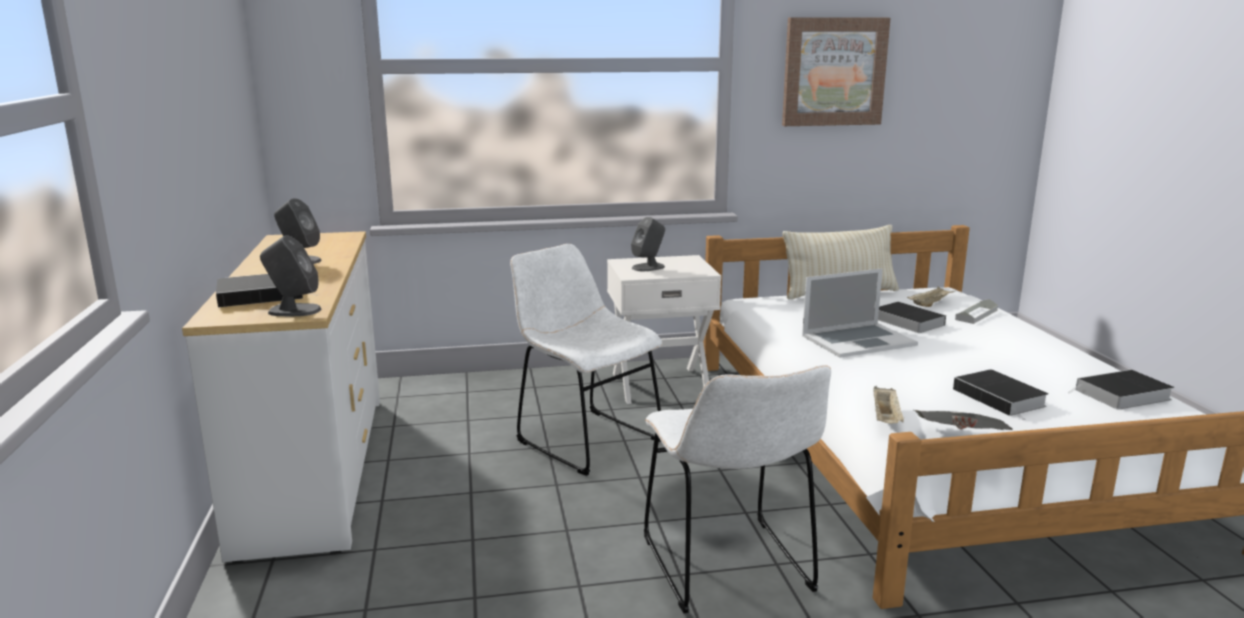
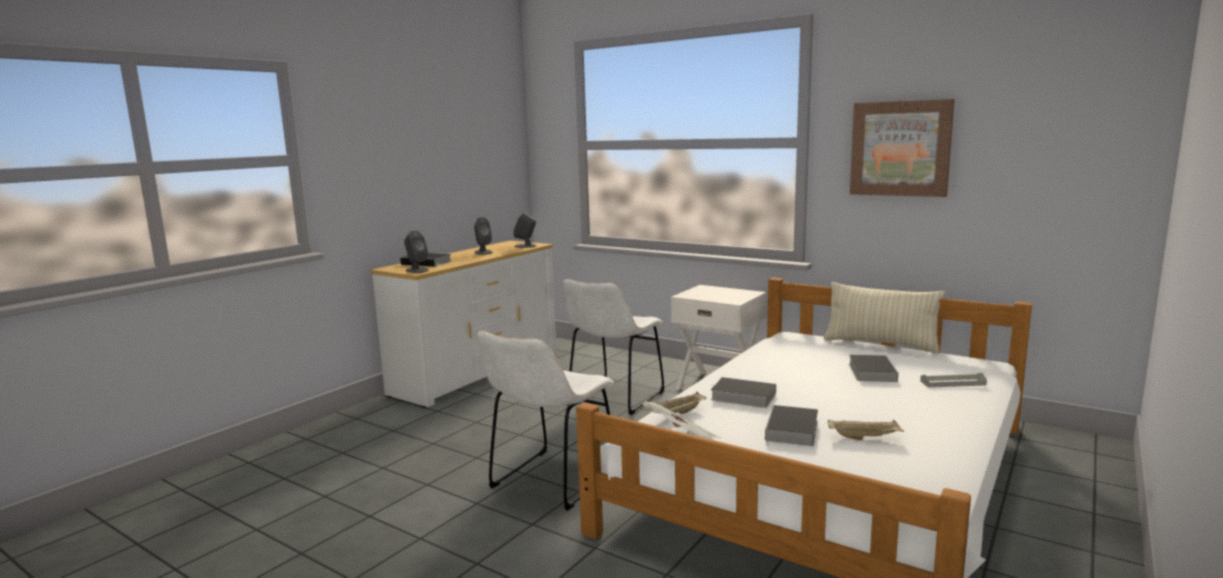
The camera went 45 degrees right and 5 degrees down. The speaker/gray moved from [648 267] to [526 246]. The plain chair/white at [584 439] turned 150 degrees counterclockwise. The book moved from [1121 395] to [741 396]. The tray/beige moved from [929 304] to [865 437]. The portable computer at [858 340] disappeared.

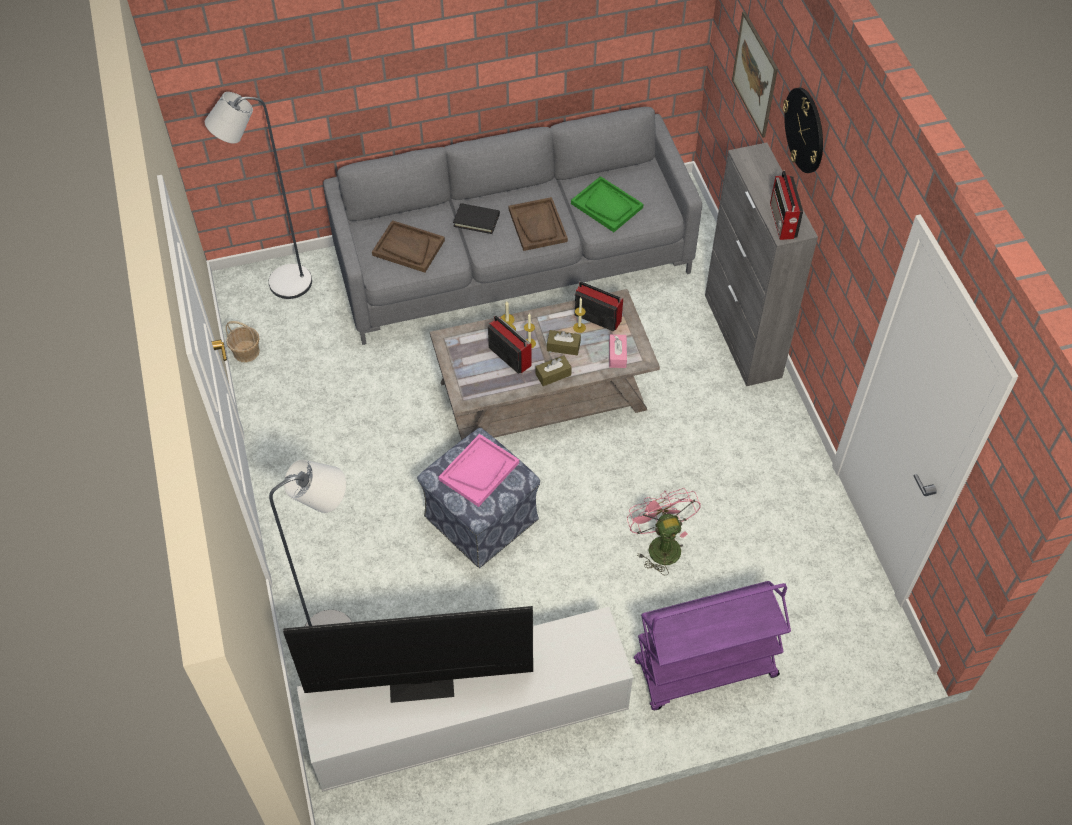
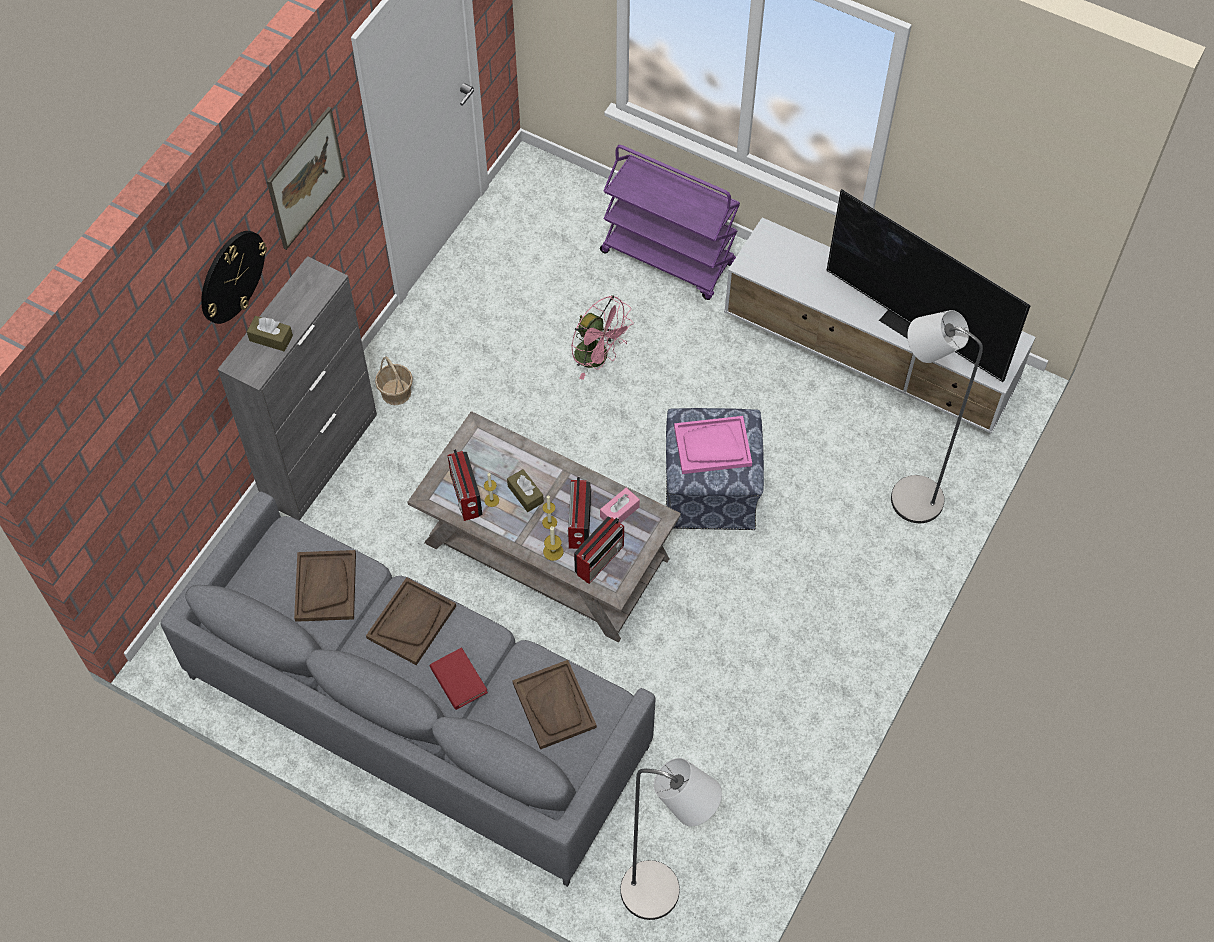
The camera went 135 degrees left and 5 degrees up. The box of tissues/brown moved from [553 374] to [271 338]. The wall picture moved from [755 74] to [305 178]. The tray/green-coloured at [607 205] became the tray/brown at [325 586]. The storage basket moved from [246 352] to [396 392]. The book/black-coloured at [476 220] became the book/reddish at [458 680]. The fan/pink at [660 544] turned 75 degrees counterclockwise. The radio set moved from [783 221] to [600 558]. The box of tissues/pink moved from [617 355] to [619 512].

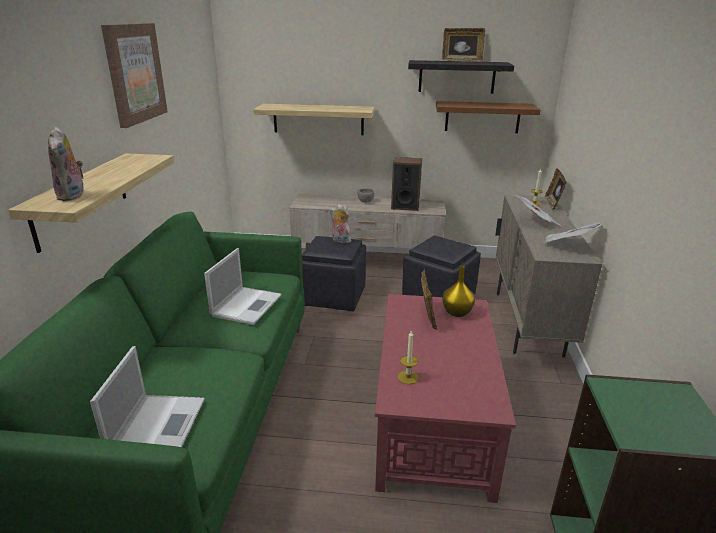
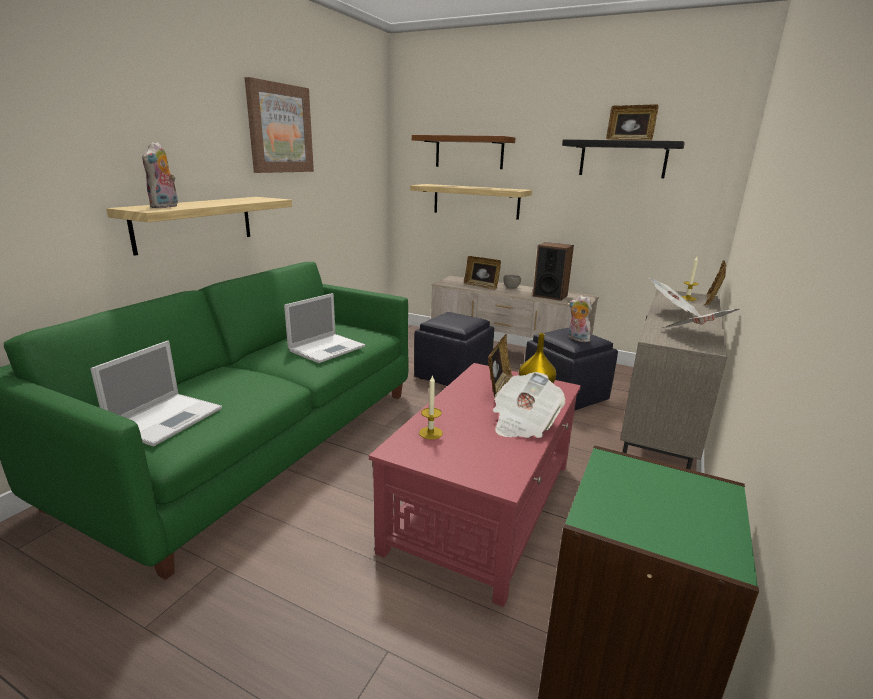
The camera went 20 degrees right and 5 degrees down. The bracket shelf/brown moved from [482 117] to [469 152]. The picture frame at [481 286] appeared. The newspaper at [523 423] appeared. The plush toy moved from [340 241] to [577 339].

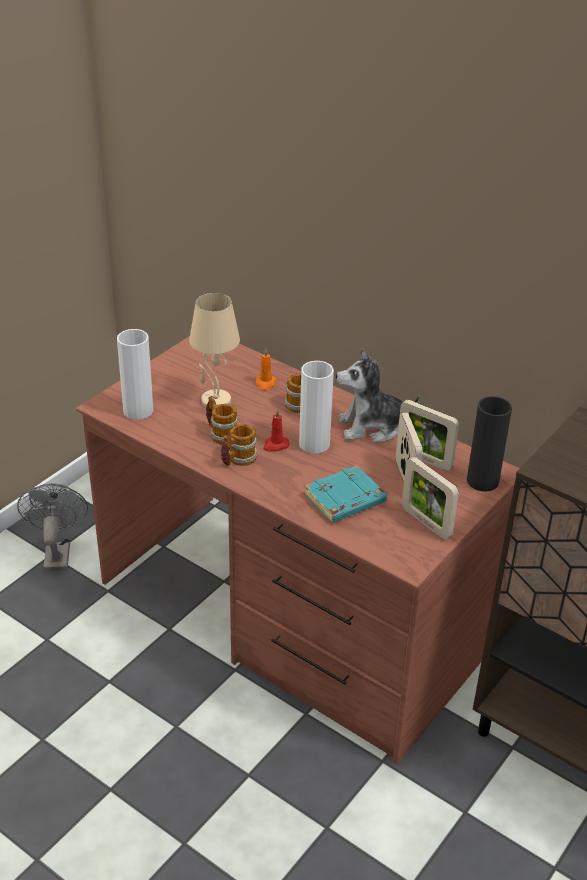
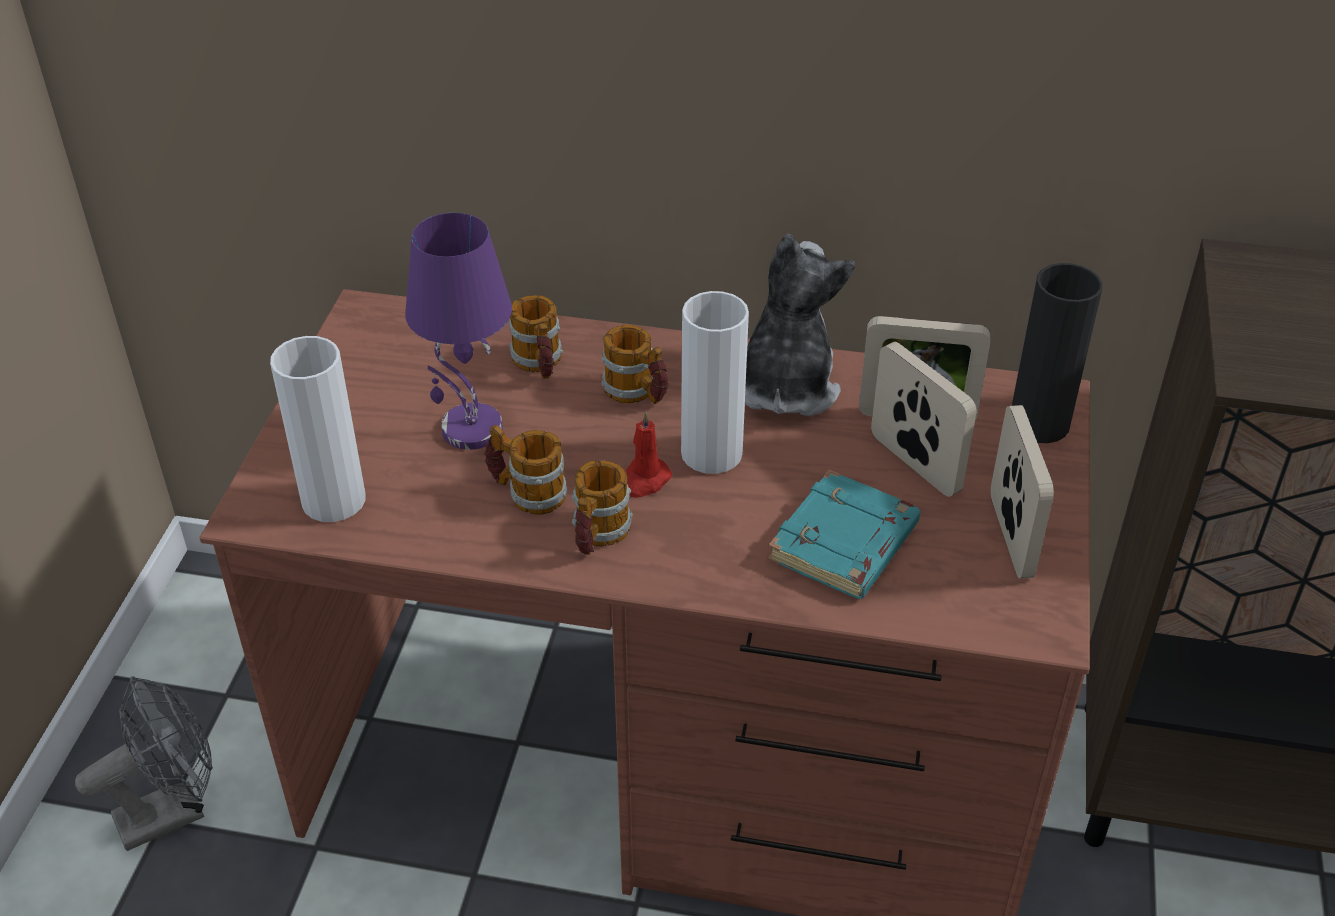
The camera went 25 degrees left and 5 degrees up. The fan/gray at [57 553] turned 90 degrees clockwise. The tabletop lamp/beige at [215 401] became the tabletop lamp/purple at [470 430]. The candle/orange-coloured at [265 383] was replaced by the tea mug at [539 364]. The plush toy at [372 427] turned 135 degrees clockwise. The picture frame at [426 523] turned 120 degrees counterclockwise.

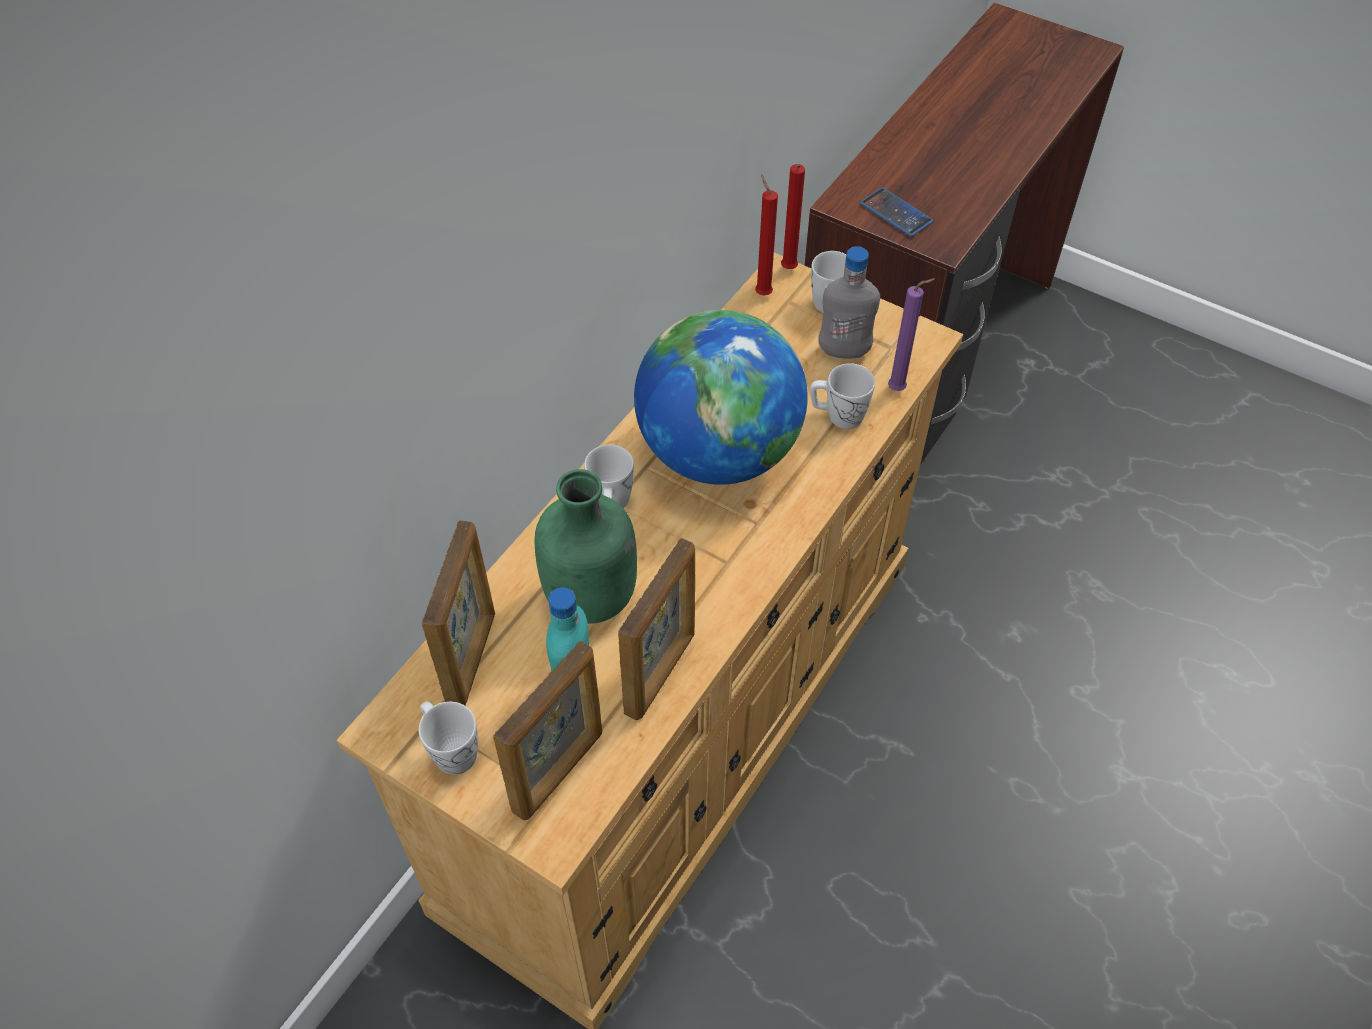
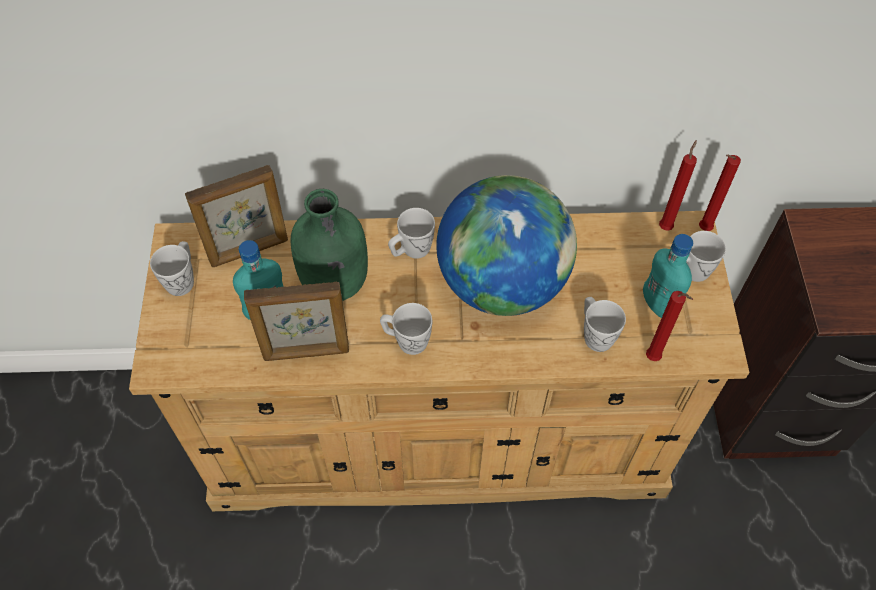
The camera went 55 degrees right and 5 degrees up. The tea mug/white at [406 340] appeared. The drink bottle/gray at [844 351] became the drink bottle/blue-green at [658 305]. The candle/purple at [899 389] became the candle/reddish at [654 359]. The picture frame at [559 771] disappeared. The phone at [896 213] disappeared.

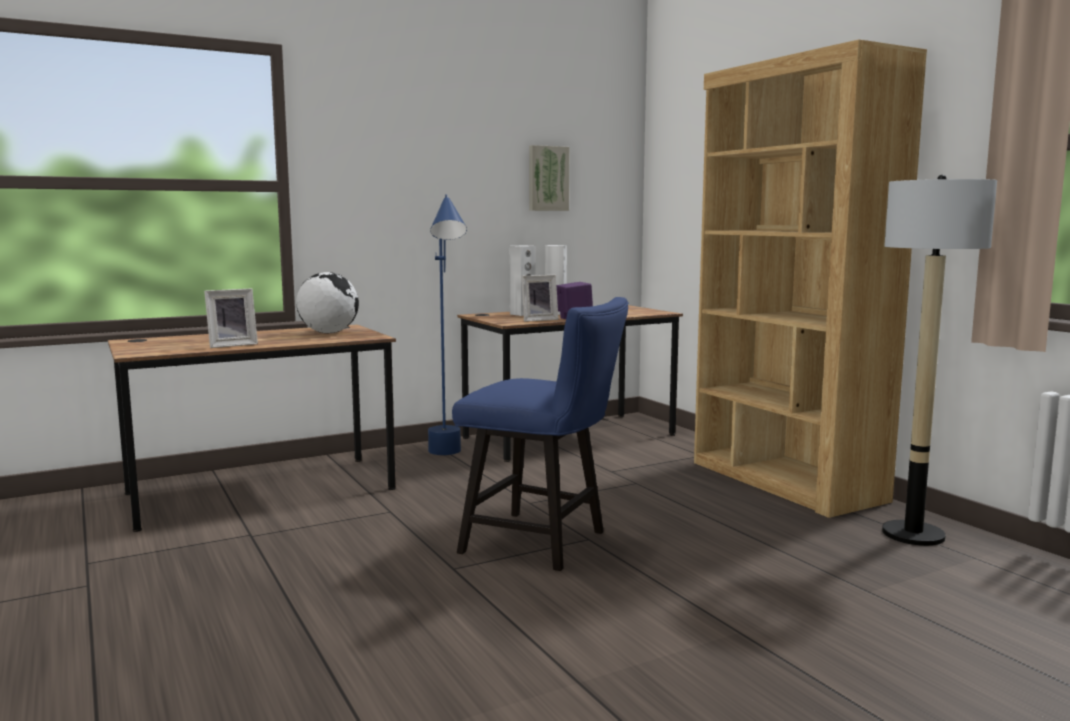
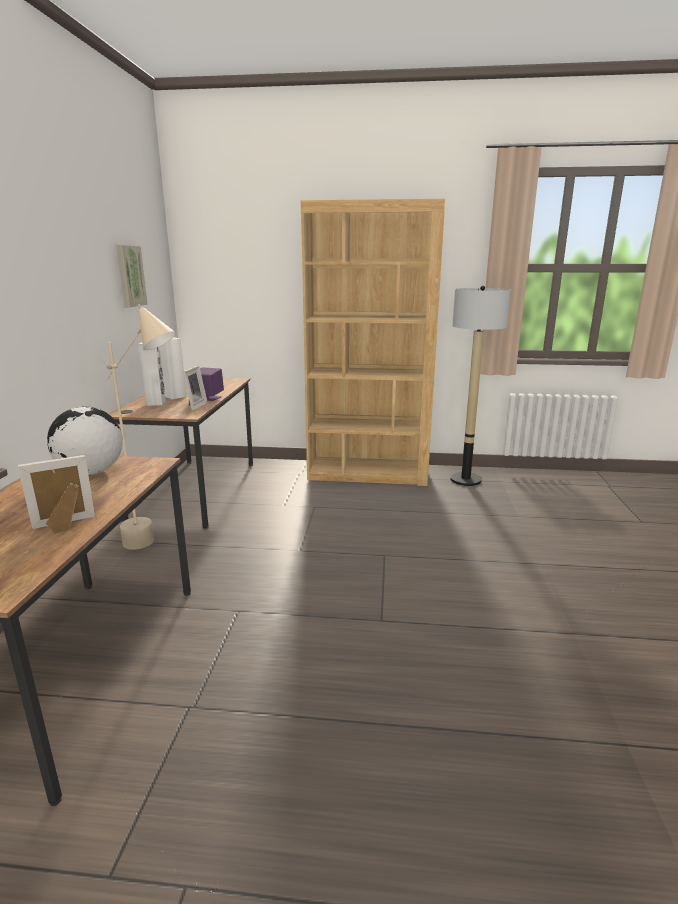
The camera went 55 degrees left and 10 degrees up. The picture frame at [232 345] turned 120 degrees counterclockwise. The standing lamp/blue at [448 458] became the standing lamp/beige at [159 546]. The plain chair/blue at [544 543] disappeared.

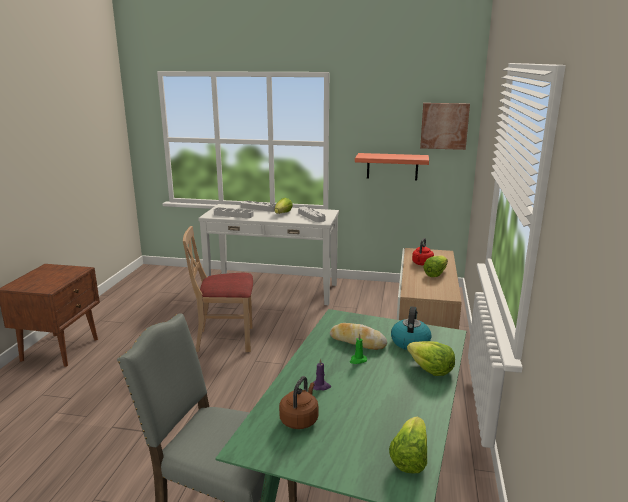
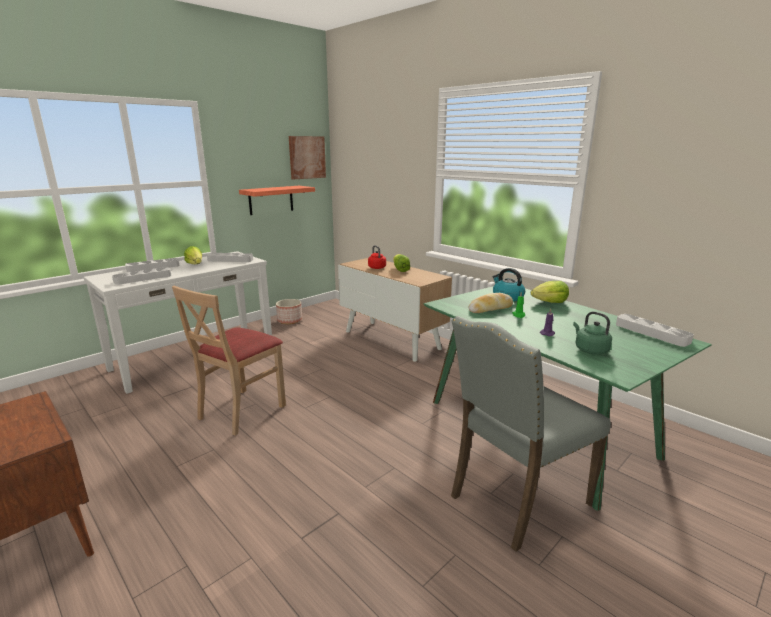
The camera went 55 degrees left and 0 degrees up. The plant pot at [290 320] appeared. The water kettle/brown at [300 419] became the water kettle/green-coloured at [589 350]. The lettuce head at [410 458] was replaced by the tray/gray at [651 333].

